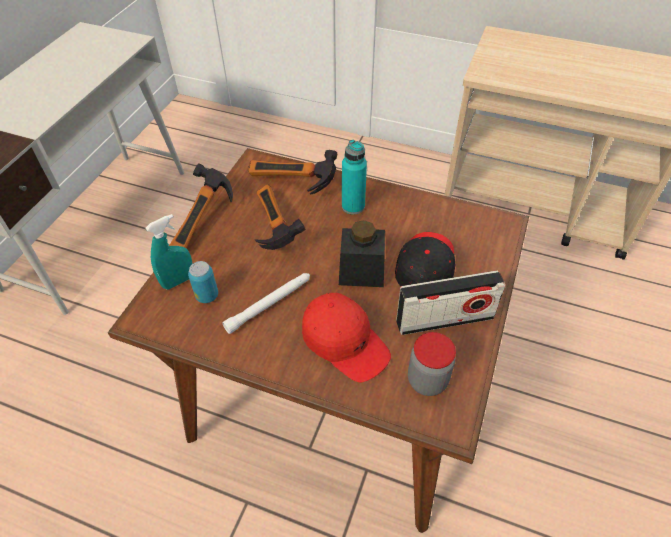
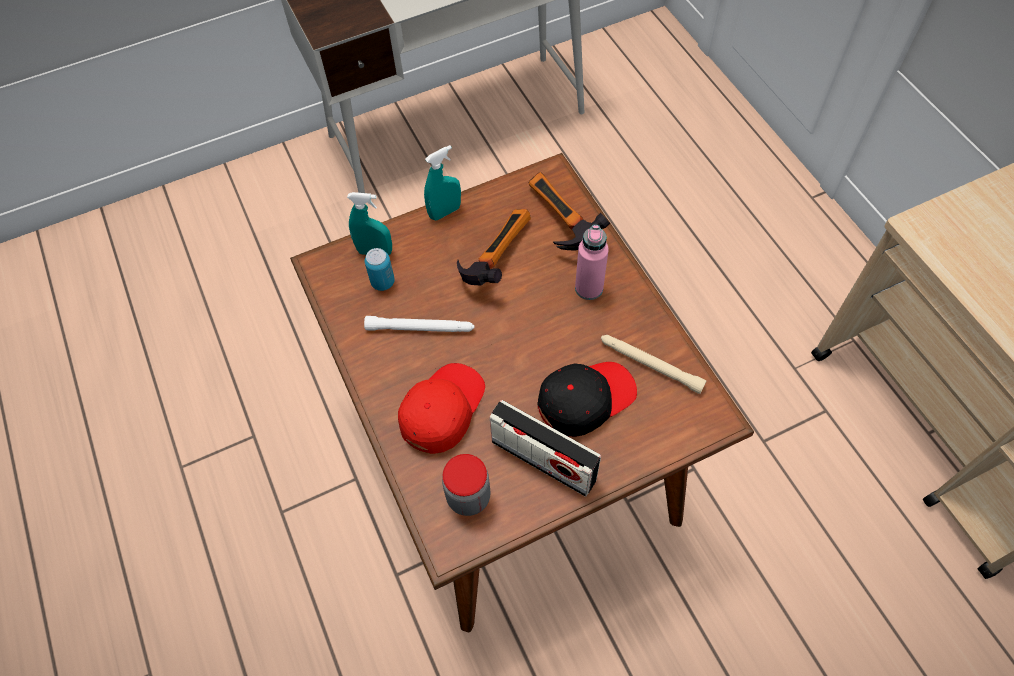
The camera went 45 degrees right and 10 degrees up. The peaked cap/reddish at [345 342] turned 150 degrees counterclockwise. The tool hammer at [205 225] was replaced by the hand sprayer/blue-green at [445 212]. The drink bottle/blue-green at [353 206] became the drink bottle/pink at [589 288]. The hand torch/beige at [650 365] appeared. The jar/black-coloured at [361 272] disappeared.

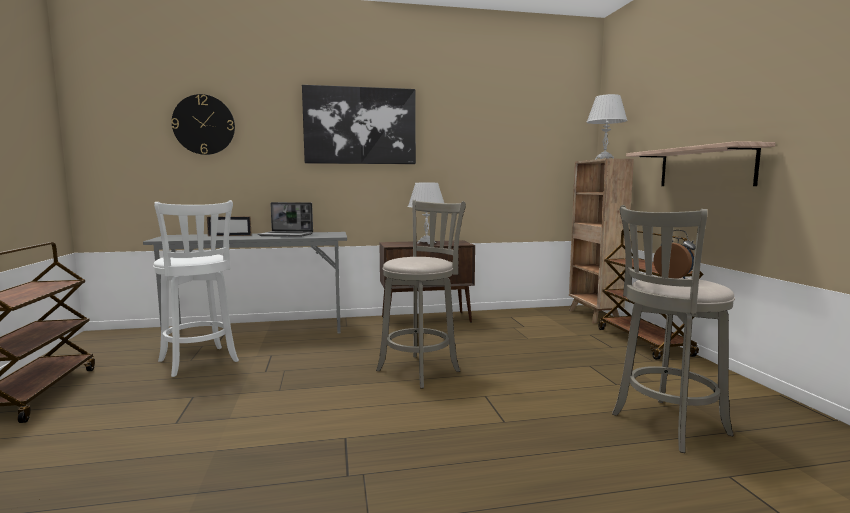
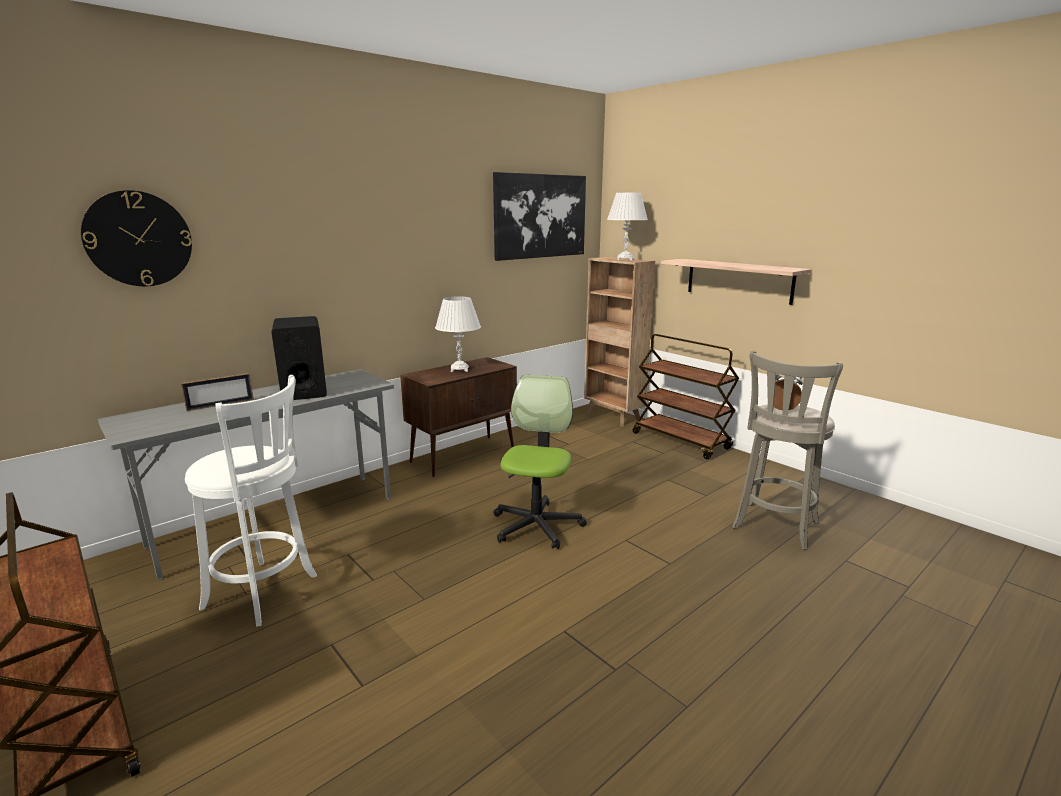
The camera went 30 degrees left and 10 degrees up. The portable computer at [287 235] was replaced by the speaker/black-coloured at [304 390]. The wall picture moved from [360 126] to [540 216]. The sitting stool/gray at [421 369] was replaced by the desk chair at [536 526].

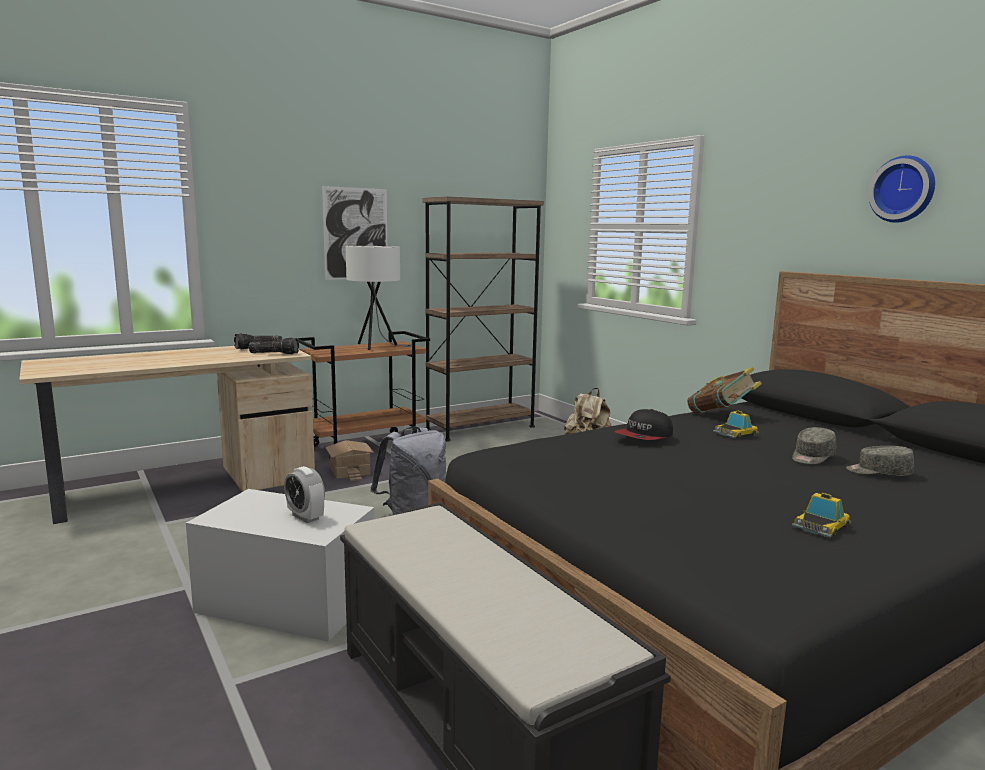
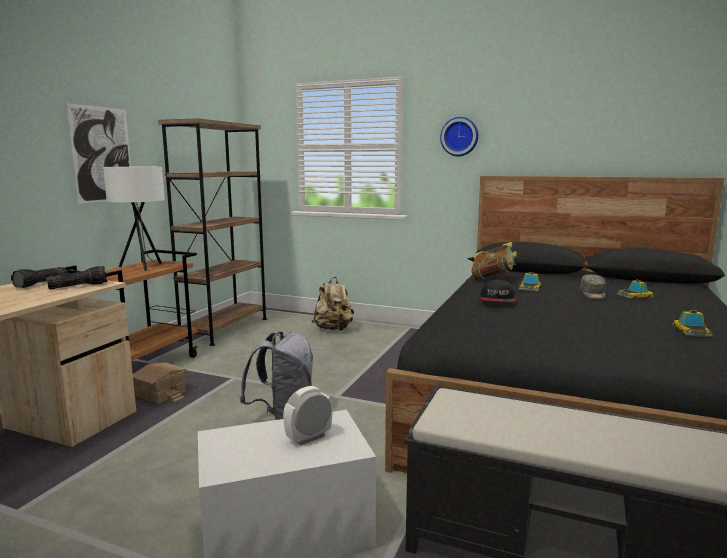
The camera went 35 degrees left and 0 degrees up. The table clock at [305 517] turned 135 degrees clockwise. The wall clock moved from [903 189] to [459 136]. The peaked cap/gray at [878 473] was replaced by the toy car at [635 296].

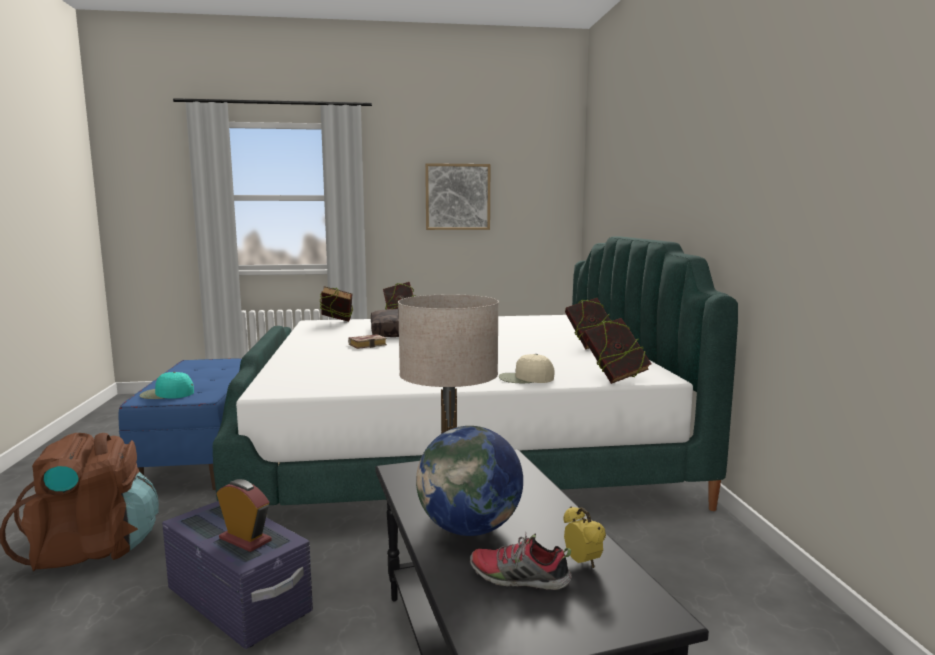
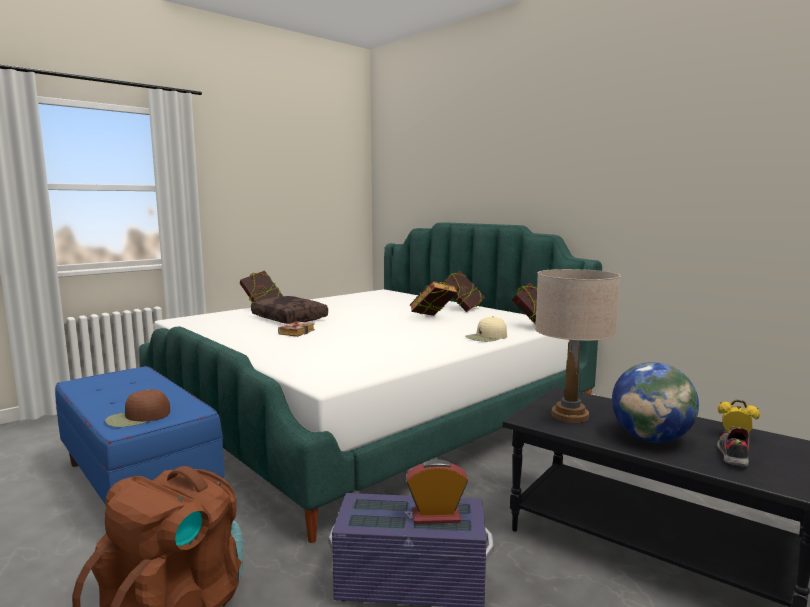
The camera went 35 degrees left and 0 degrees up. The peaked cap/blue-green at [166 394] became the peaked cap/brown at [138 417]. The book moved from [337 323] to [433 318]. The item of footwear at [518 578] turned 135 degrees clockwise. The wall picture at [457 197] disappeared.

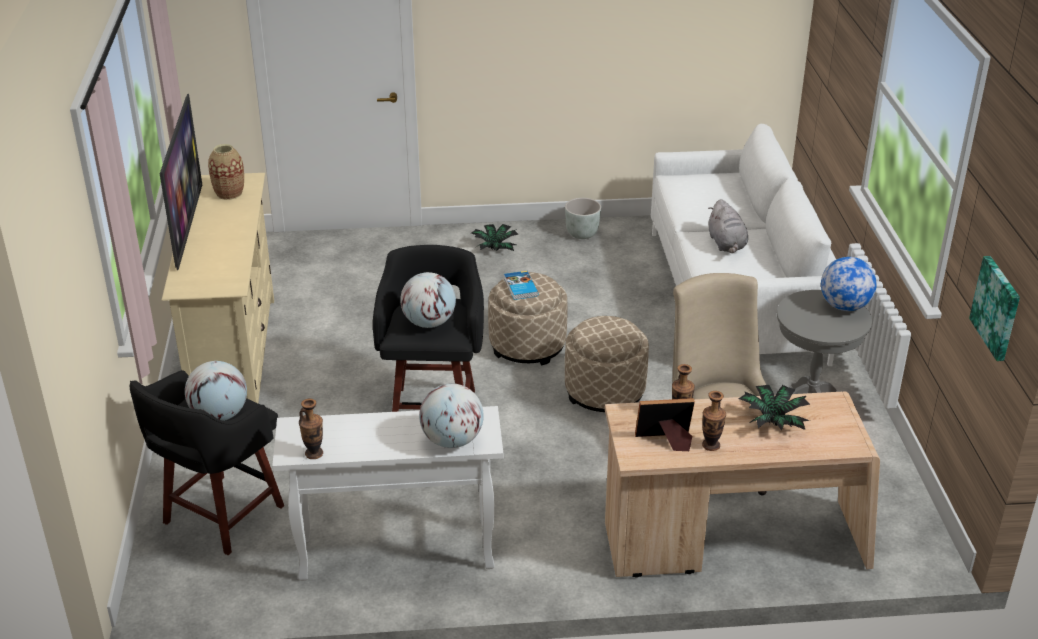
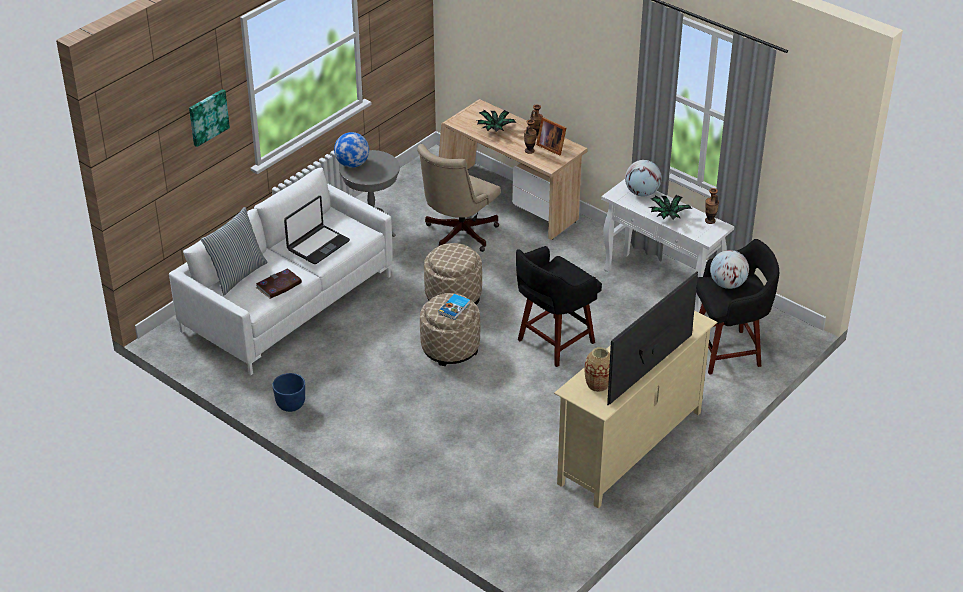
The camera went 135 degrees left and 5 degrees up. The wall picture moved from [997 307] to [207 117]. The cushion at [237 275] appeared. The book at [279 285] appeared. The plant pot/gray at [582 234] became the plant pot/blue at [291 405]. The plush toy/gray at [727 244] was replaced by the portable computer at [317 245]. The potted plant moved from [494 248] to [668 216]. The globe at [429 323] disappeared.

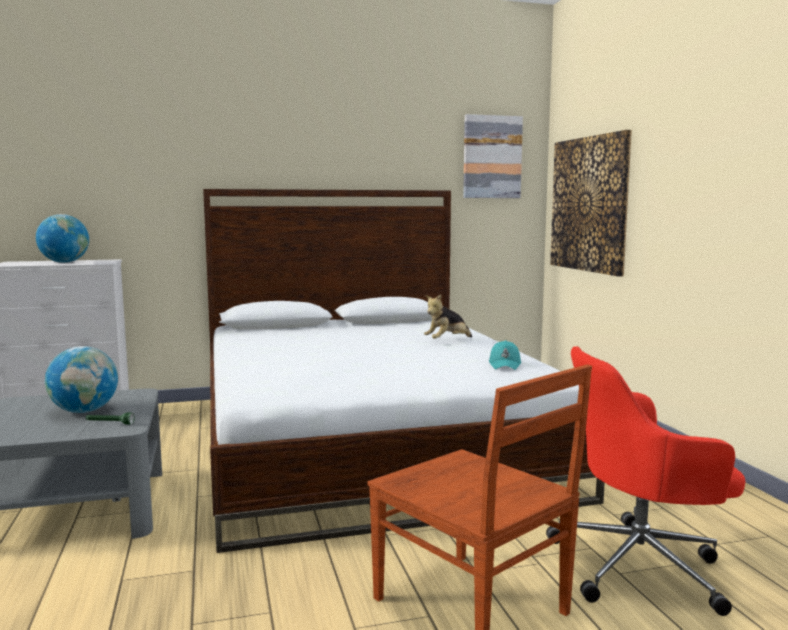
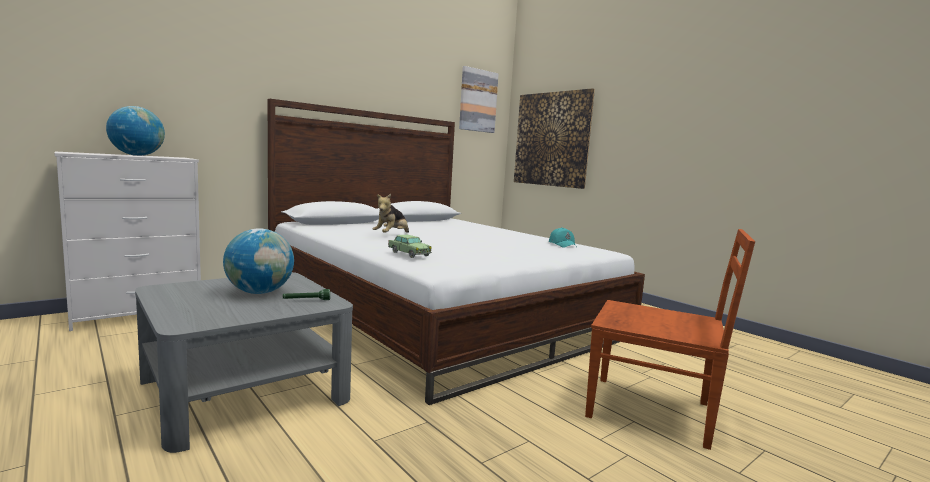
The camera went 25 degrees left and 0 degrees up. The plush toy moved from [447 341] to [391 235]. The toy car at [409 254] appeared. The desk chair/reddish at [641 565] disappeared.

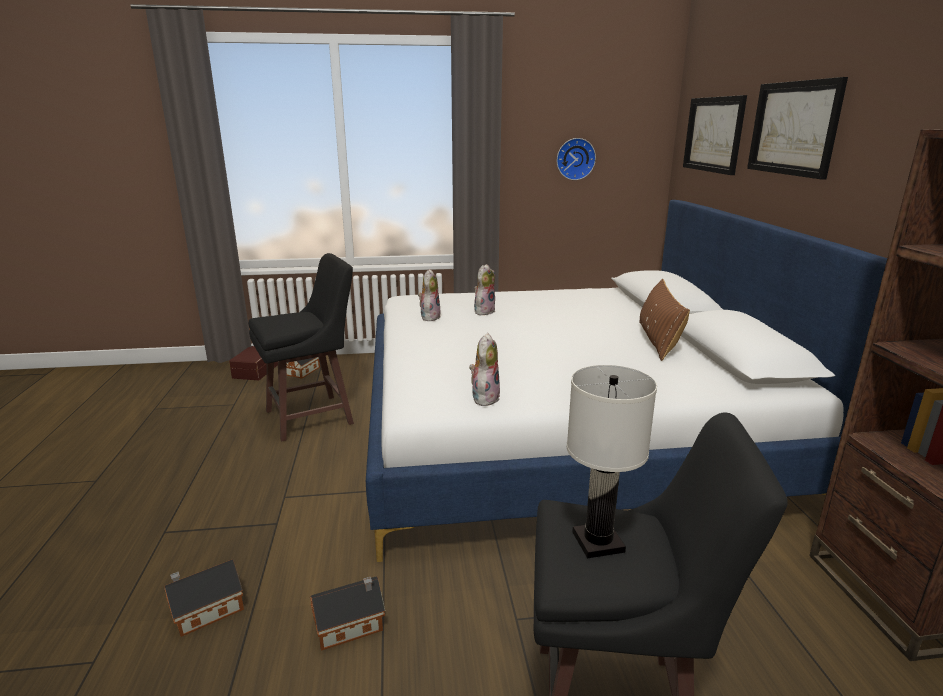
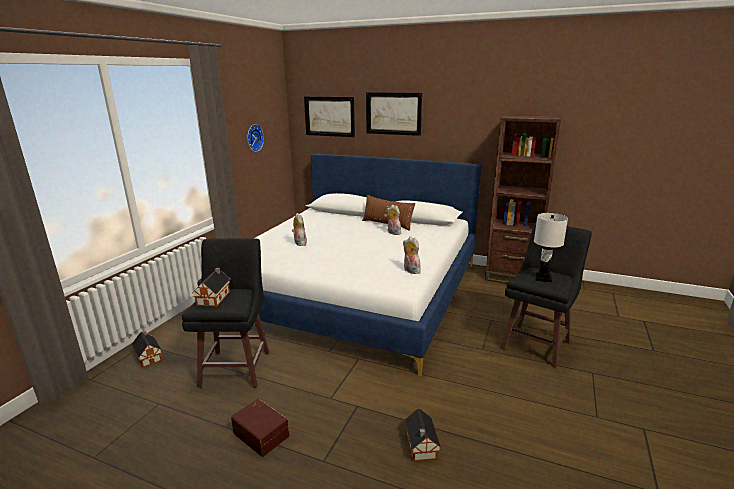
The camera went 60 degrees left and 0 degrees up. The toy house moved from [351 624] to [214 297]. The storage container/brown moved from [256 371] to [262 433]. The plush toy moved from [429 317] to [393 233].

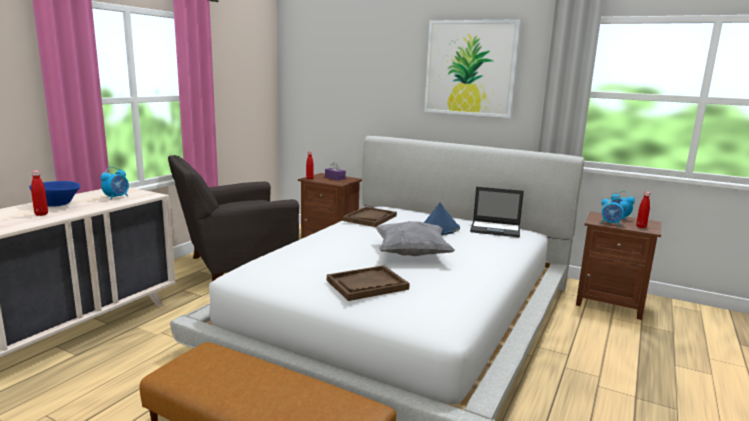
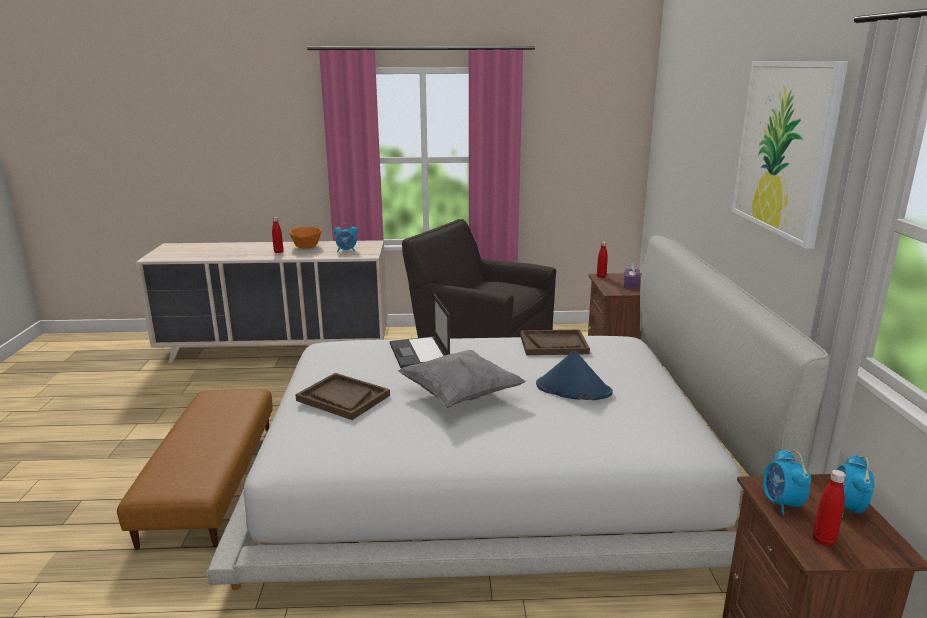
The camera went 60 degrees right and 5 degrees up. The deep dish/blue at [59 205] became the deep dish/orange-coloured at [306 247]. The portable computer moved from [496 229] to [419 353].

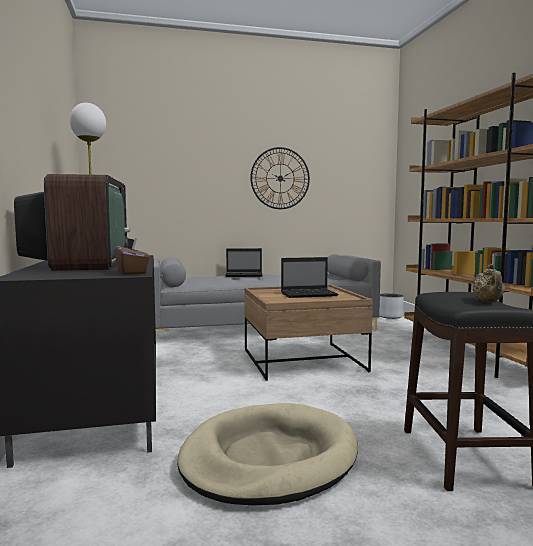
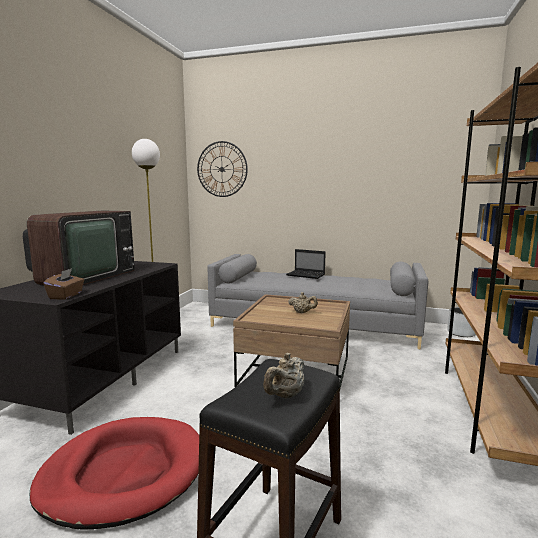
The camera went 30 degrees right and 5 degrees up. The dog cushion/beige at [268 458] became the dog cushion/reddish at [124 473]. The wall clock moved from [280 178] to [222 169]. The portable computer at [309 294] was replaced by the tea pot/beige at [302 312].

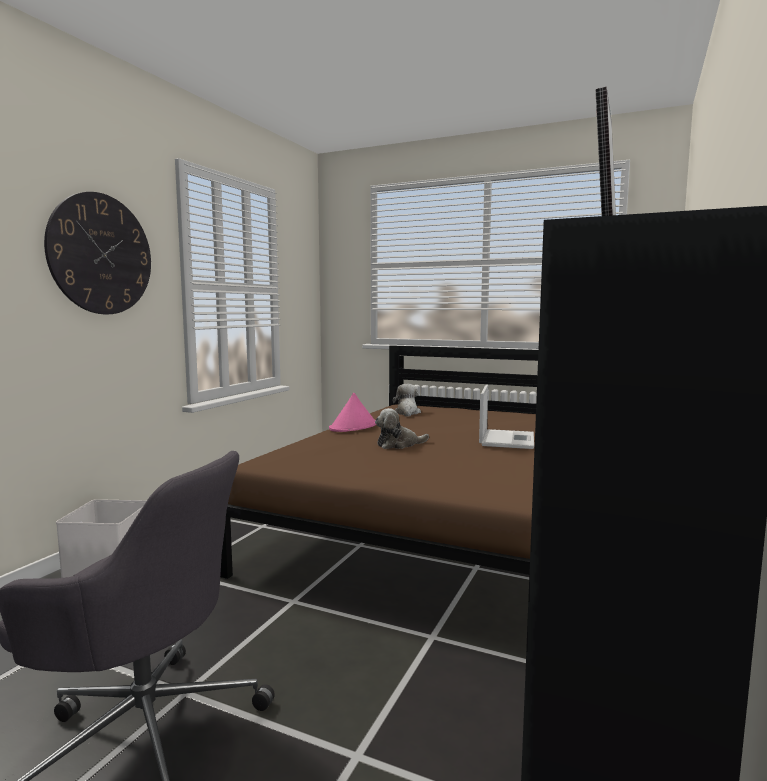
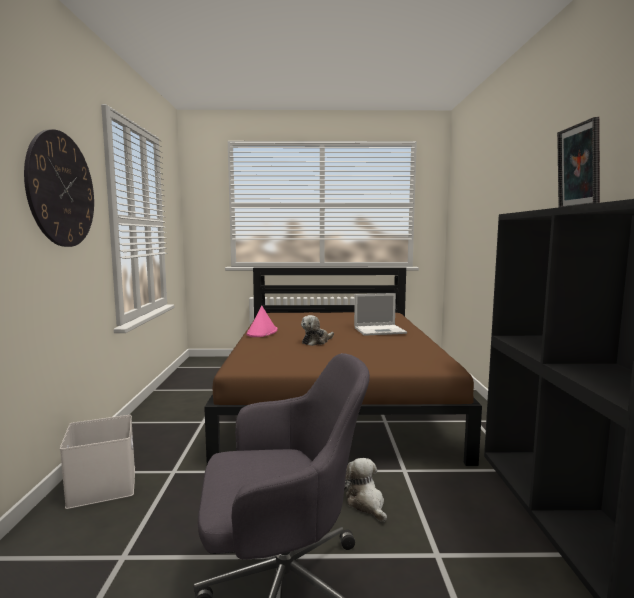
The camera went 25 degrees left and 0 degrees up. The plush toy moved from [407 413] to [366 503]. The portable computer at [506 439] turned 90 degrees clockwise.

